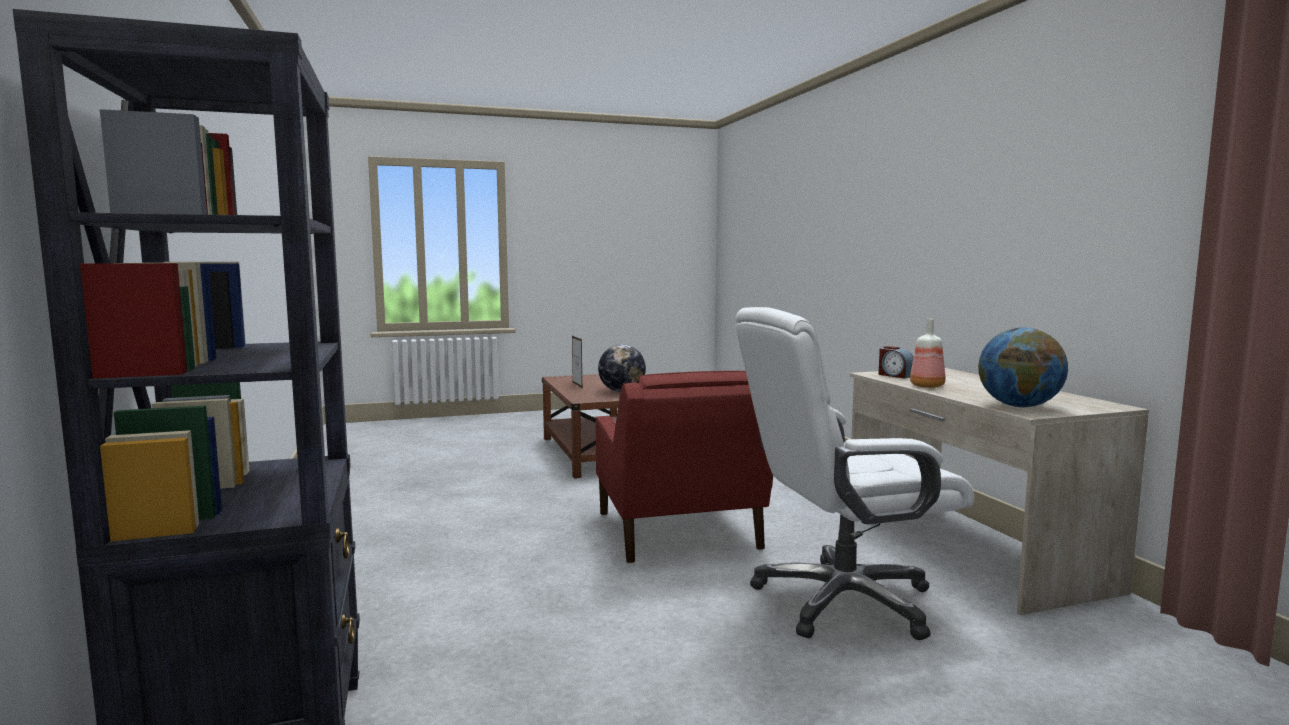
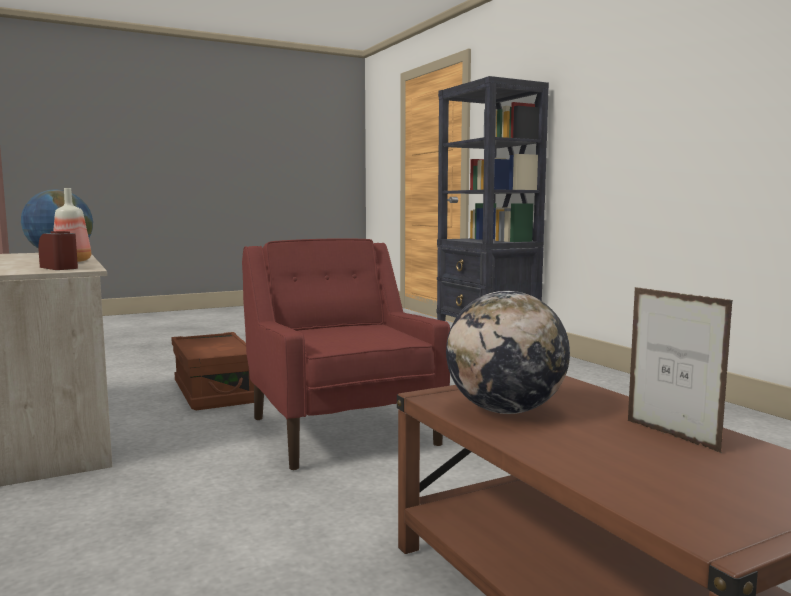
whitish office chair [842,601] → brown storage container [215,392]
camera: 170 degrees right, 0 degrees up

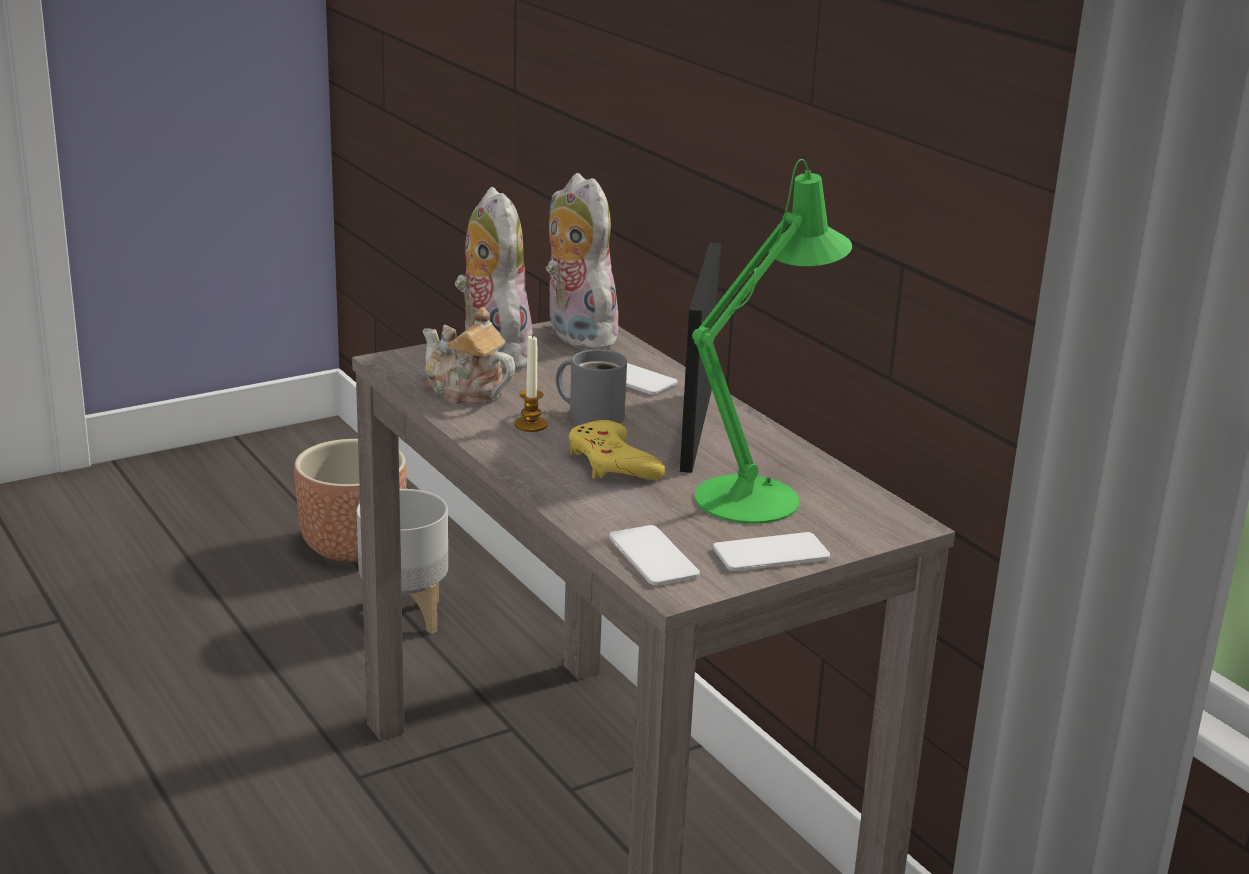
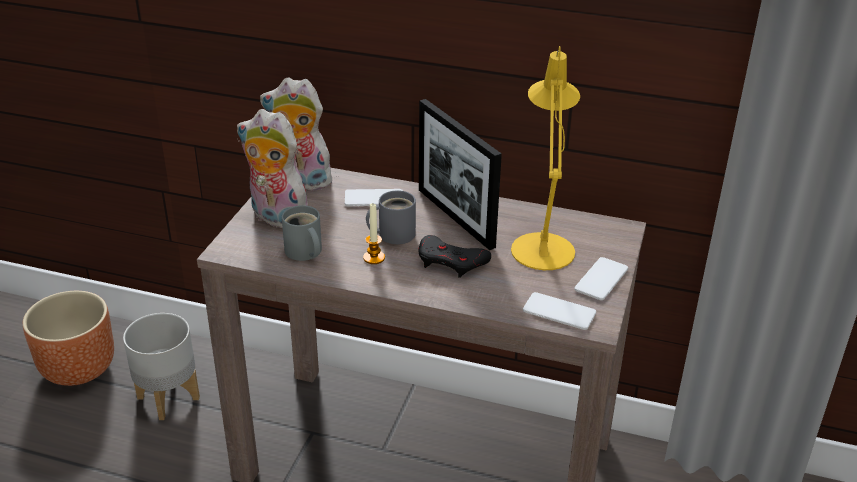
pot for tea [465,392] → grey mug [303,252]
yellow gamepad [612,462] → black gamepad [451,261]
greenish lamp for a table [757,494] → yellow lamp for a table [542,245]
camera: 40 degrees left, 10 degrees up

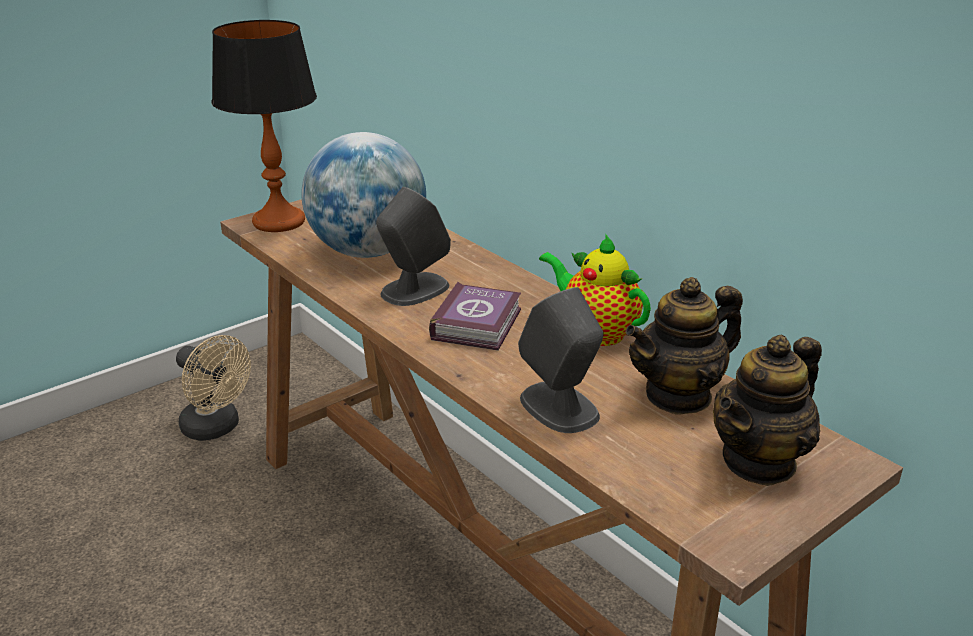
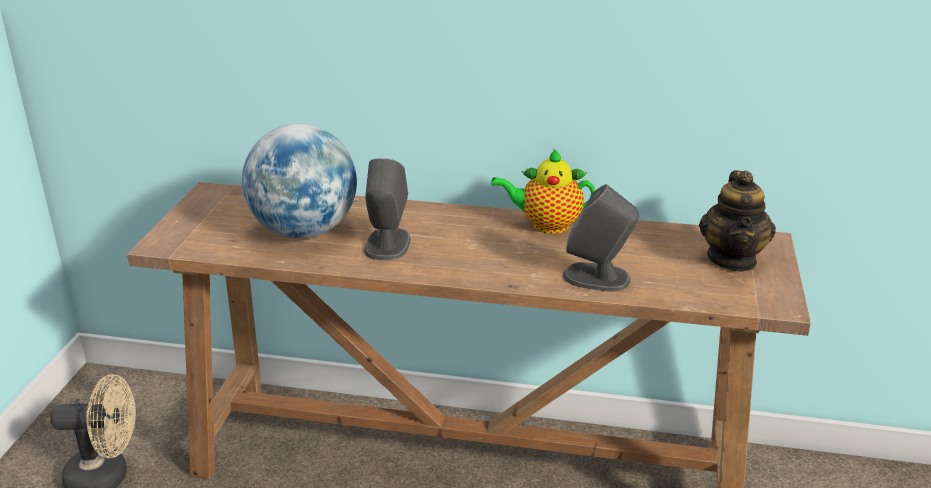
lamp for a table [279,221] → -
book [479,323] → -
pot for tea [678,395] → -
camera: 40 degrees left, 0 degrees up

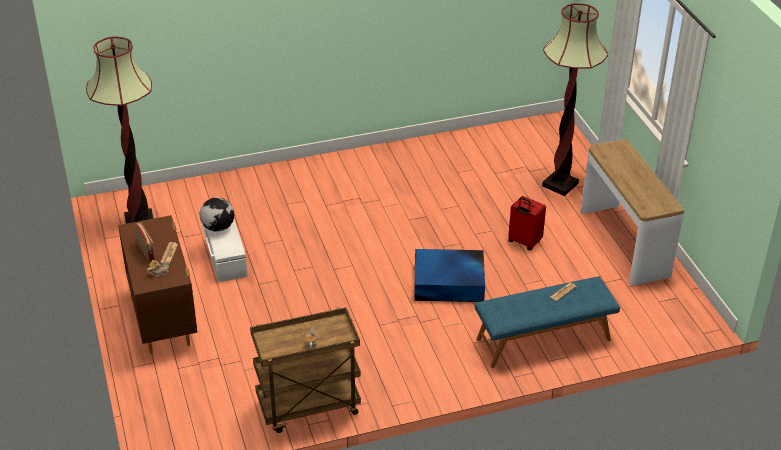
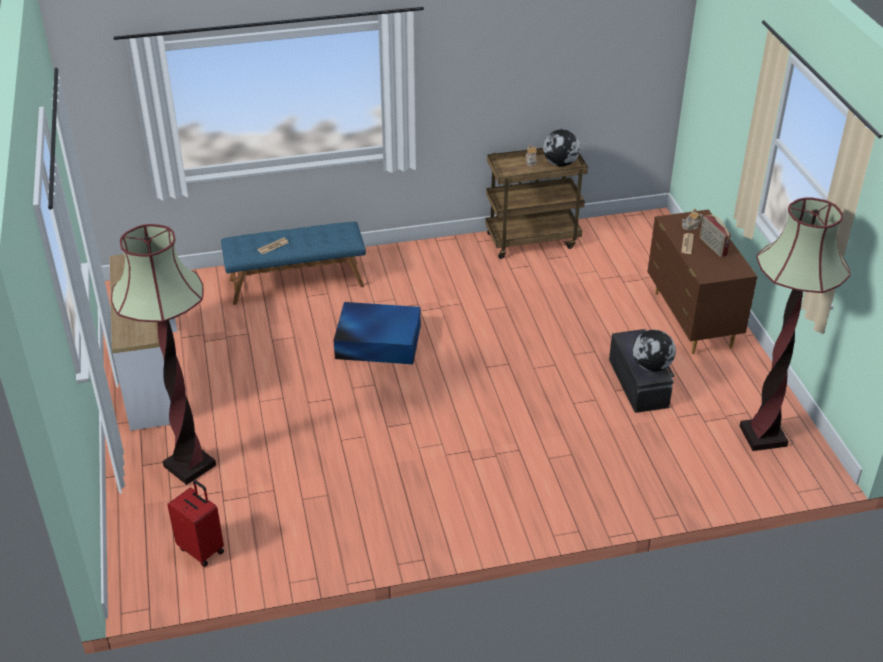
red suitcase [524,242] → red suitcase [202,549], shifted
- → globe [560,164]
whitish storage container [225,258] → black storage container [639,383]
camera: 175 degrees left, 0 degrees up

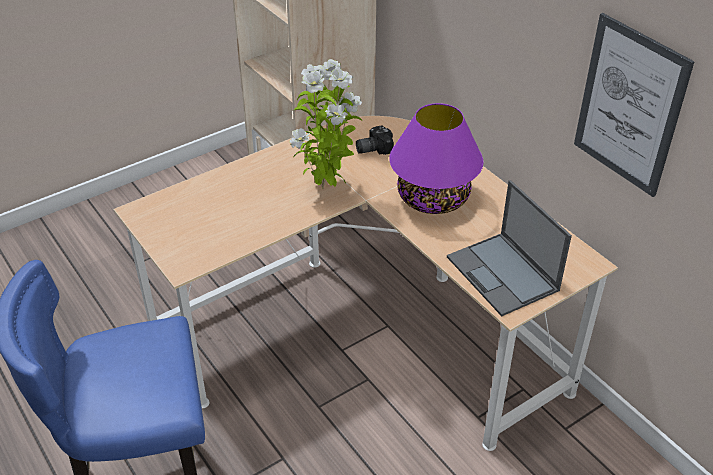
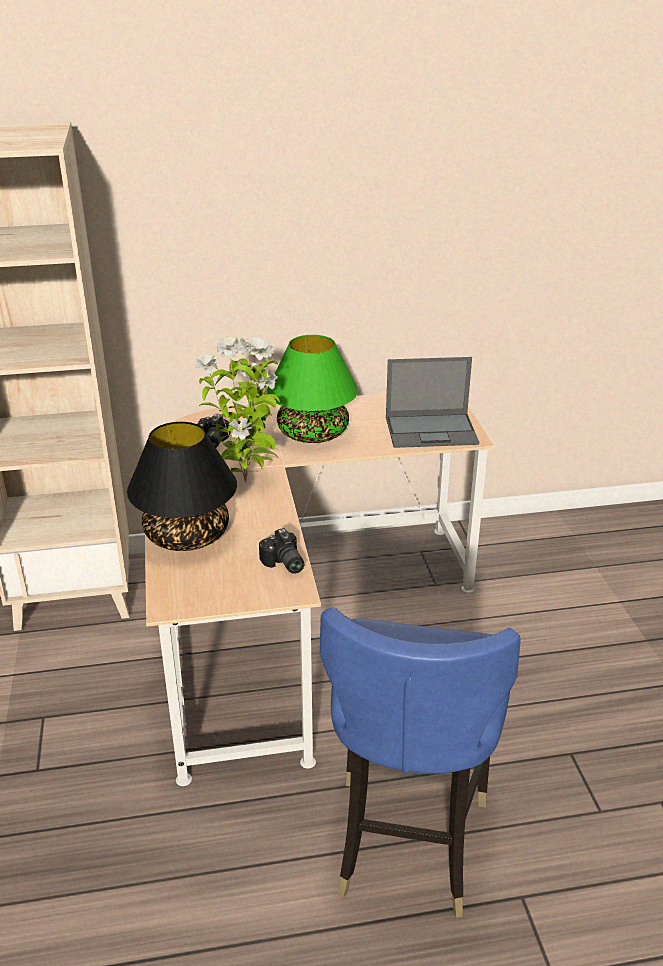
- → black lamp for a table [187,536]
- → photo camera [283,564]
purple lamp for a table [432,199] → greenish lamp for a table [313,433]
wall art [629,106] → -
camera: 65 degrees left, 10 degrees down

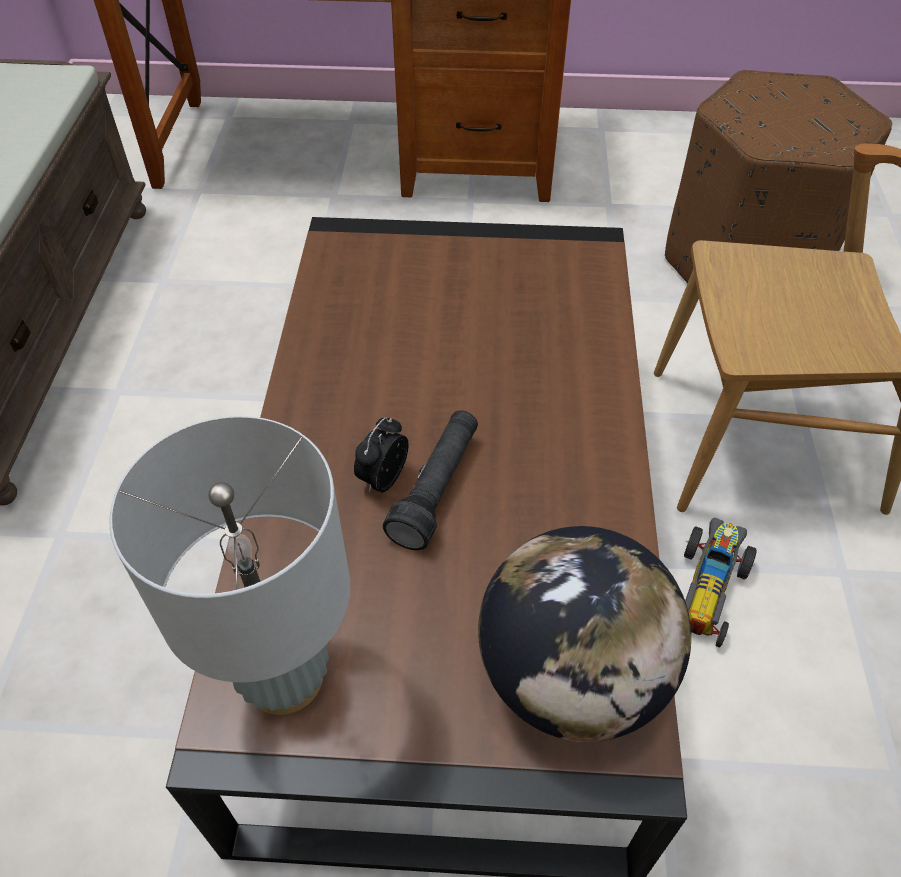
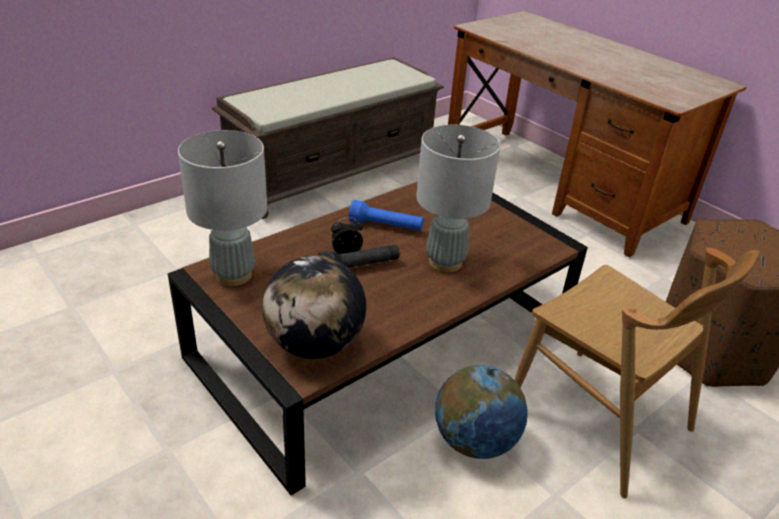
- → blue hand torch [386,226]
- → grey lamp for a table [445,262]
miniature car [707,587] → globe [475,441]
camera: 45 degrees right, 15 degrees down

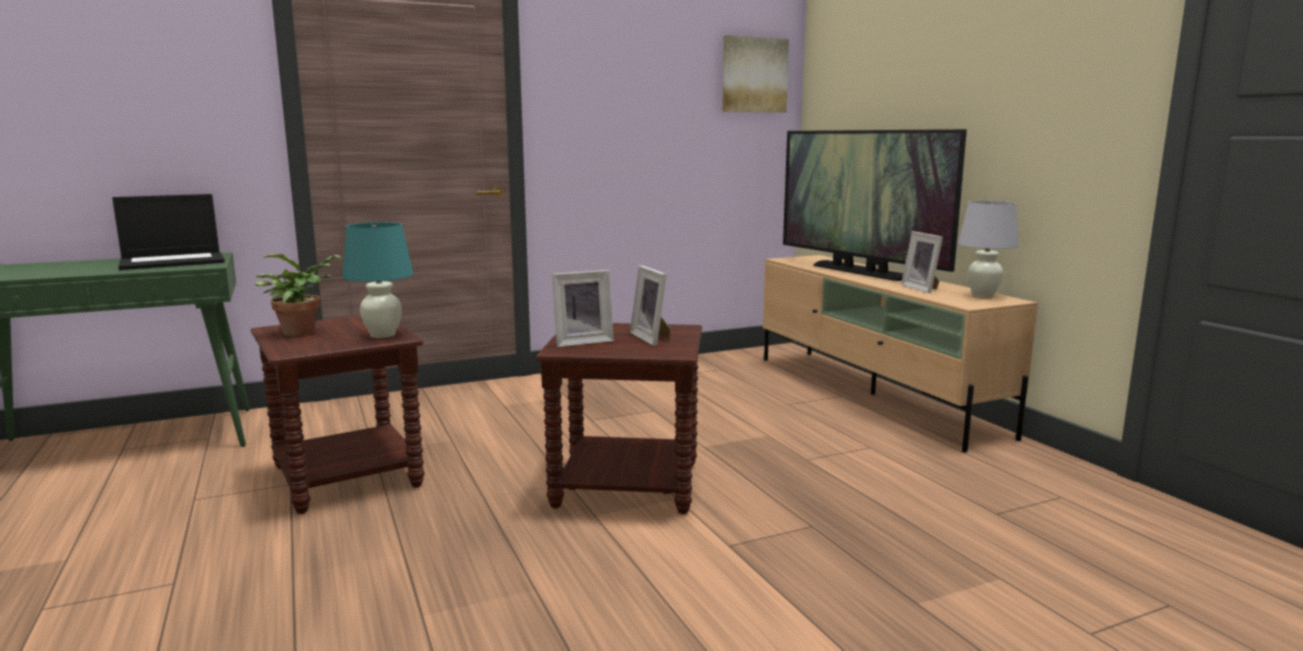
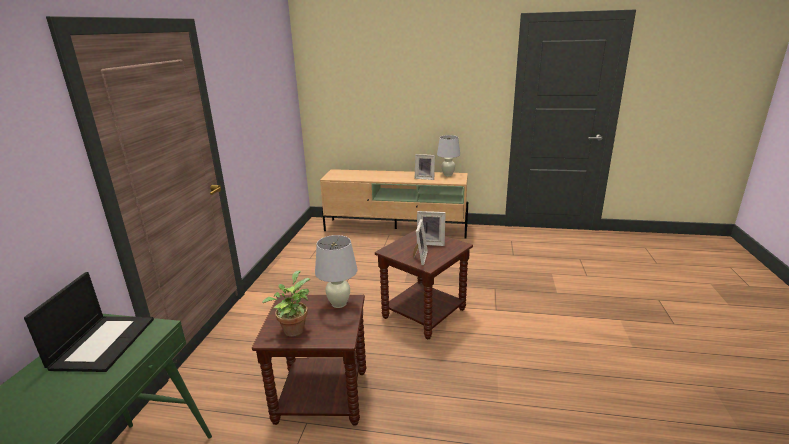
turquoise-coloured lamp for a table [383,335] → whitish lamp for a table [339,303]
wall art [754,75] → -
TV [860,271] → -
camera: 55 degrees left, 10 degrees up

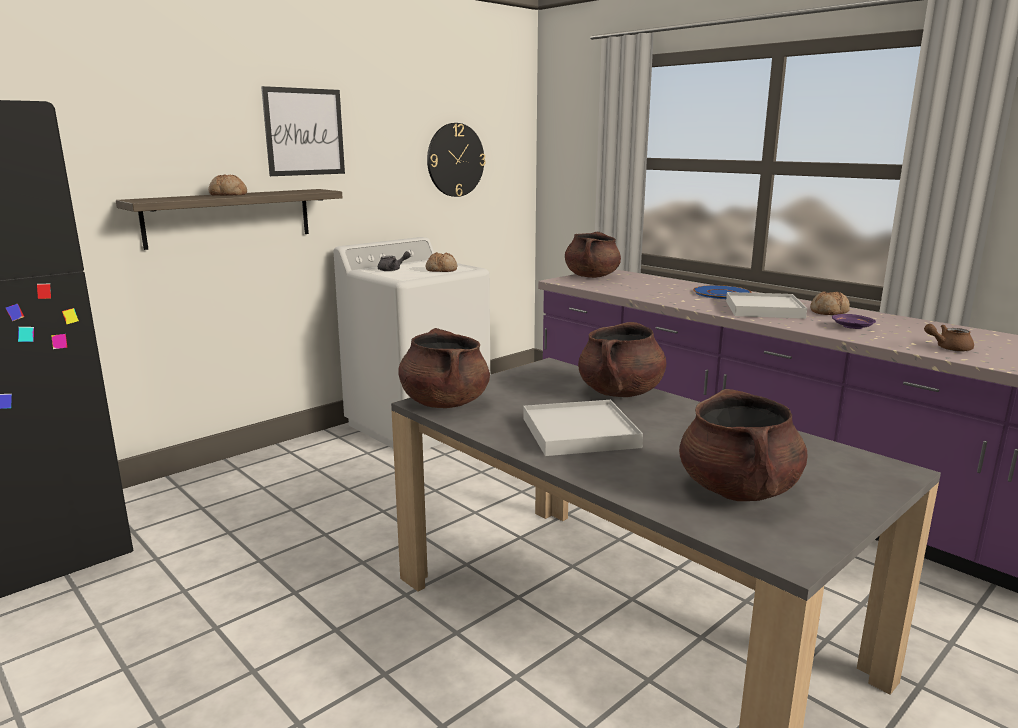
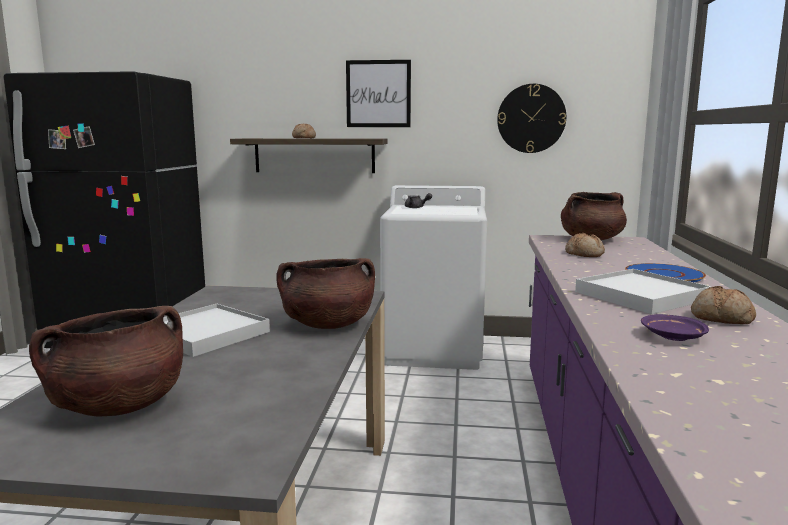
bread [442,270] → bread [584,254], shifted
brown stockpot [444,402] → -
brown pot for tea [948,348] → -
camera: 50 degrees right, 5 degrees down

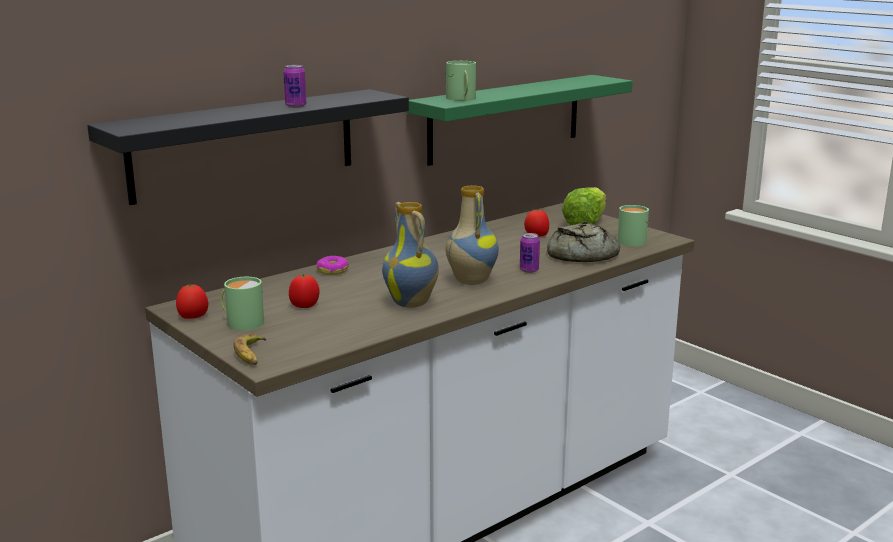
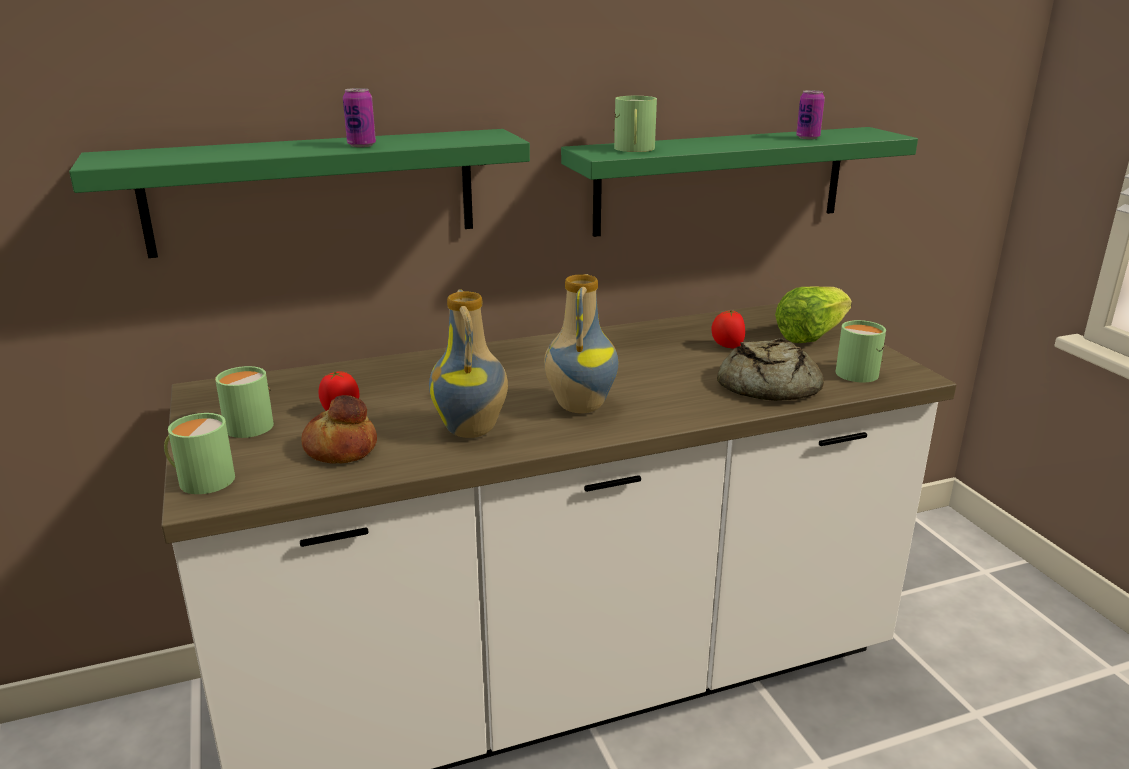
black shelf [245,144] → greenish shelf [313,191]
whole banana [251,355] → greenish mug [201,479]
- → bread [339,449]
sealed can [529,270] → sealed can [808,137], shifted
tomato [193,317] → -
donut [332,271] → -
camera: 20 degrees right, 5 degrees up

